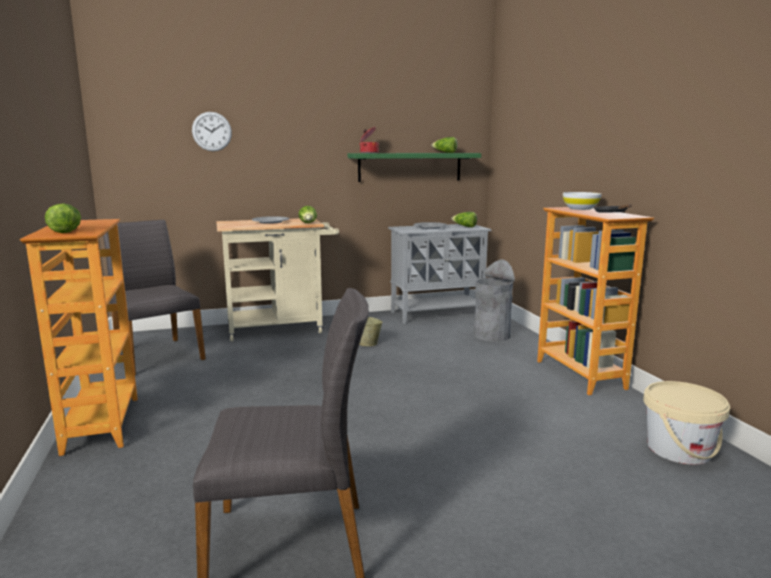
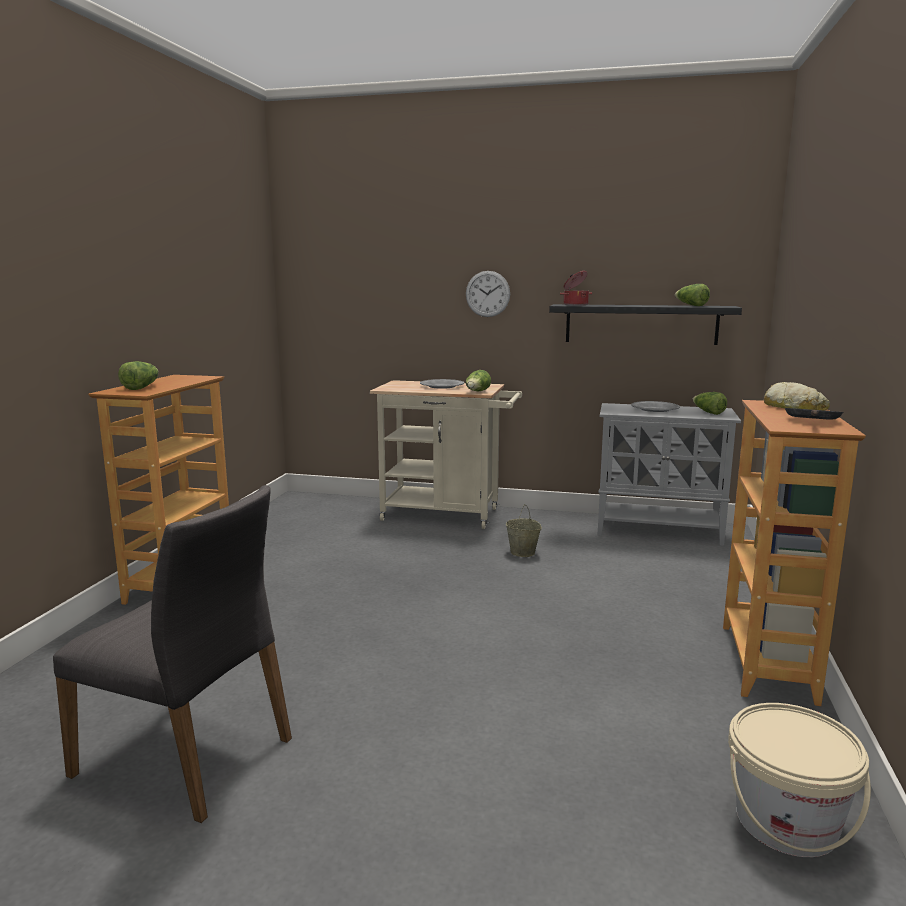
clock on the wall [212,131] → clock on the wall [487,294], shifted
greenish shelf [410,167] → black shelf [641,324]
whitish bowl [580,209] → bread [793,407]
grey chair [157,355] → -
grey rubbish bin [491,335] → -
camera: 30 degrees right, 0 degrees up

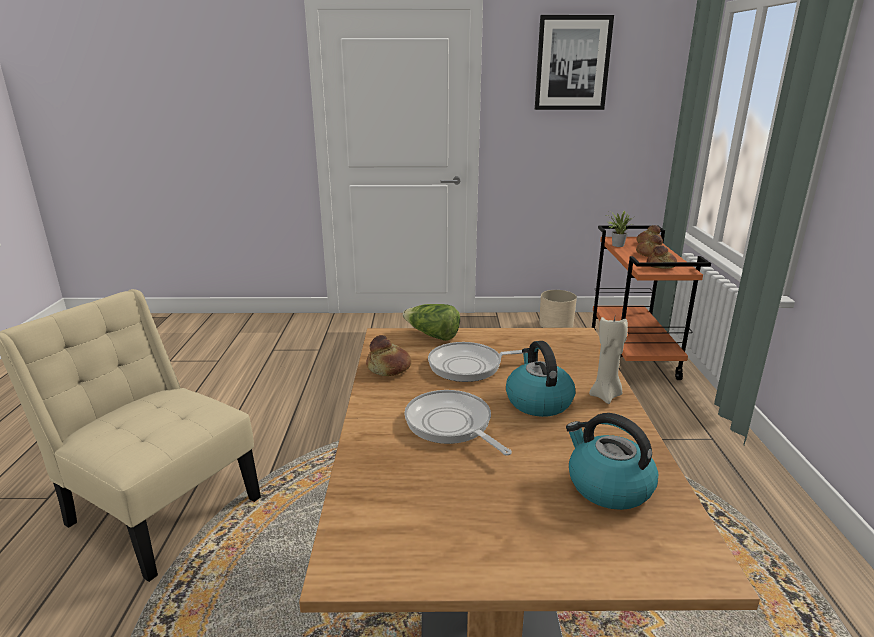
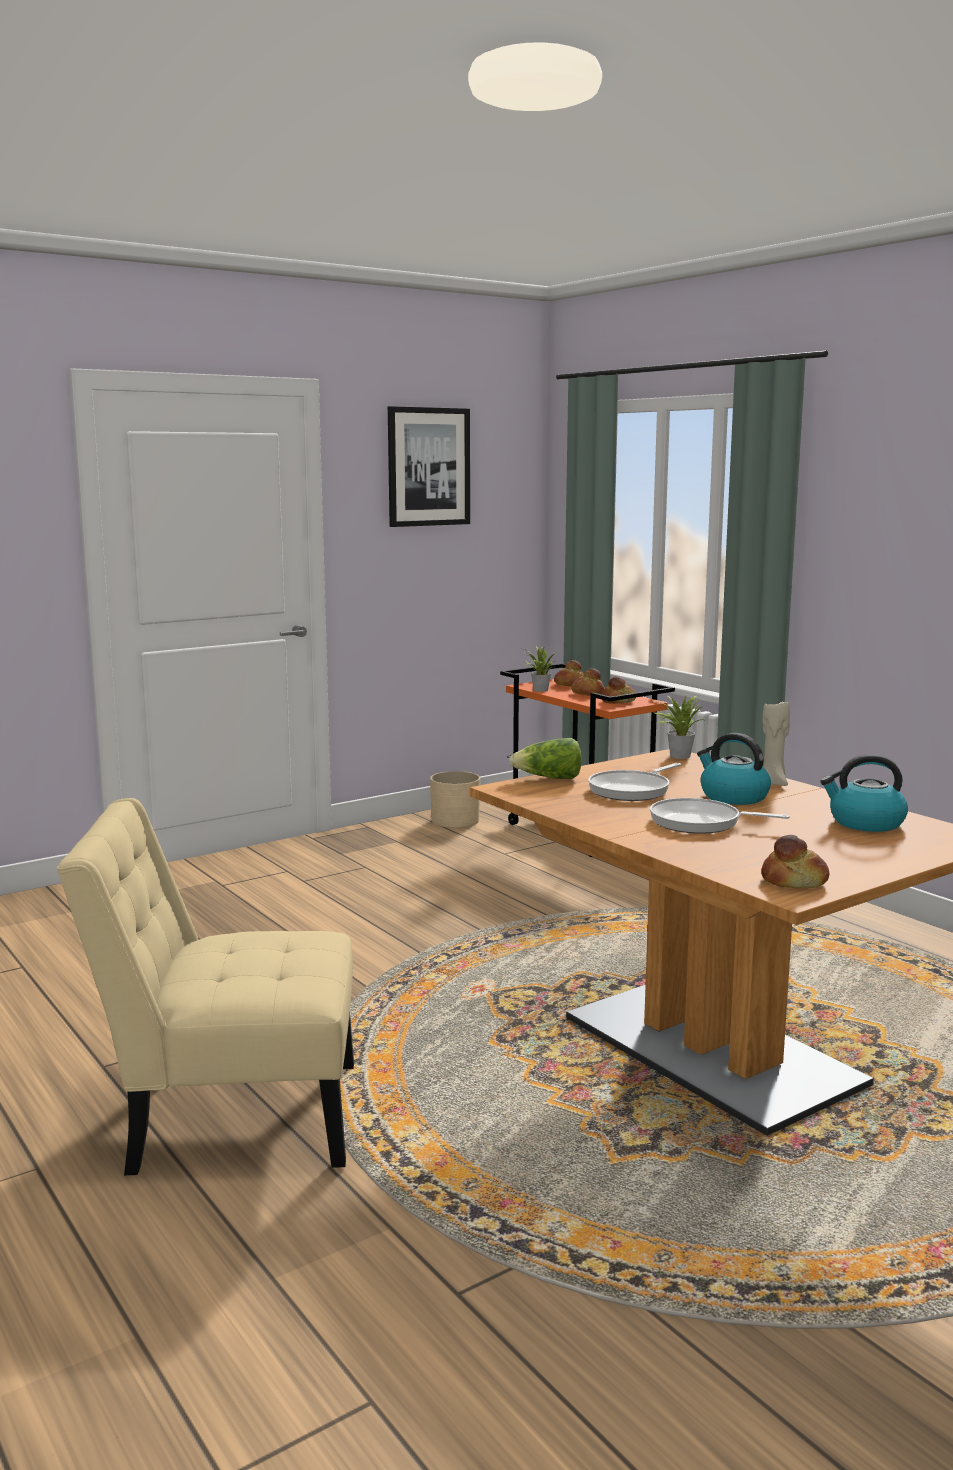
- → plant in a pot [677,755]
bread [388,368] → bread [795,881], shifted
camera: 35 degrees left, 10 degrees down

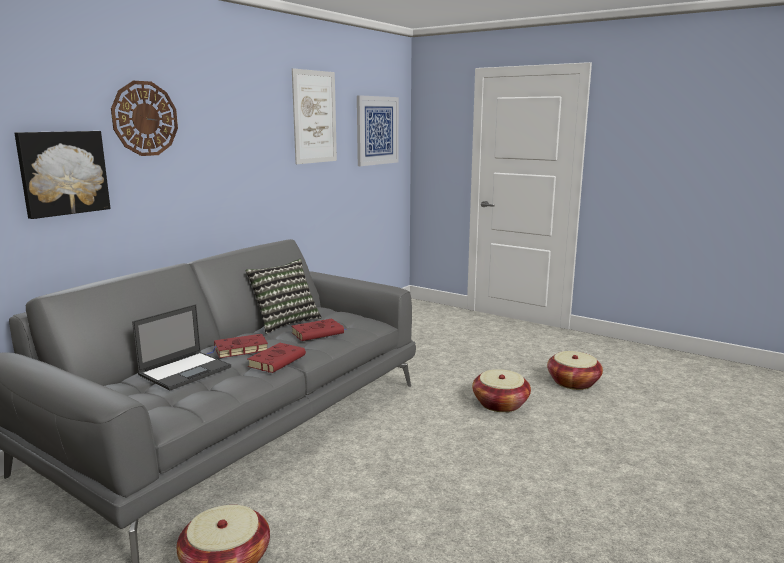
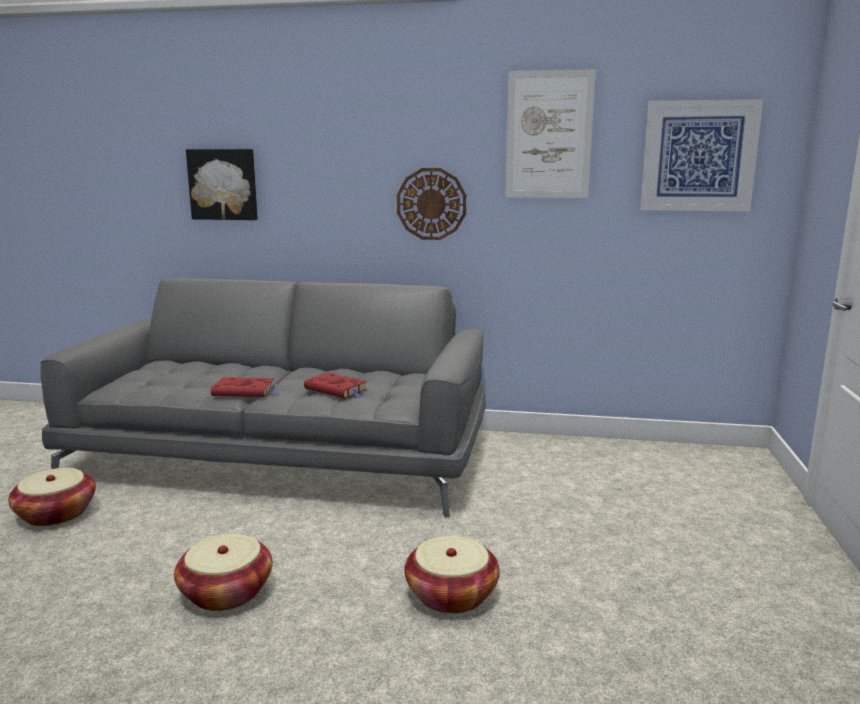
storage basket [573,382] → storage basket [226,593], shifted
clock on the wall [145,118] → clock on the wall [431,204], shifted
portable computer [186,370] → -
red book [239,349] → -
pillow [285,322] → -
camera: 65 degrees right, 0 degrees up

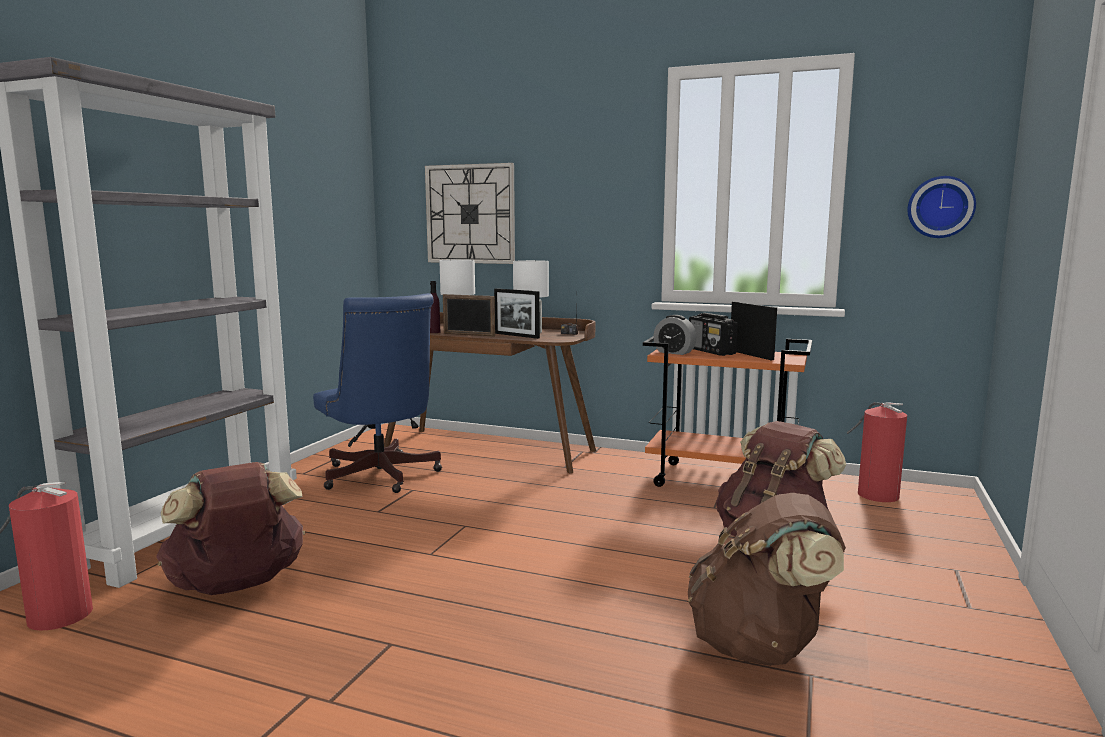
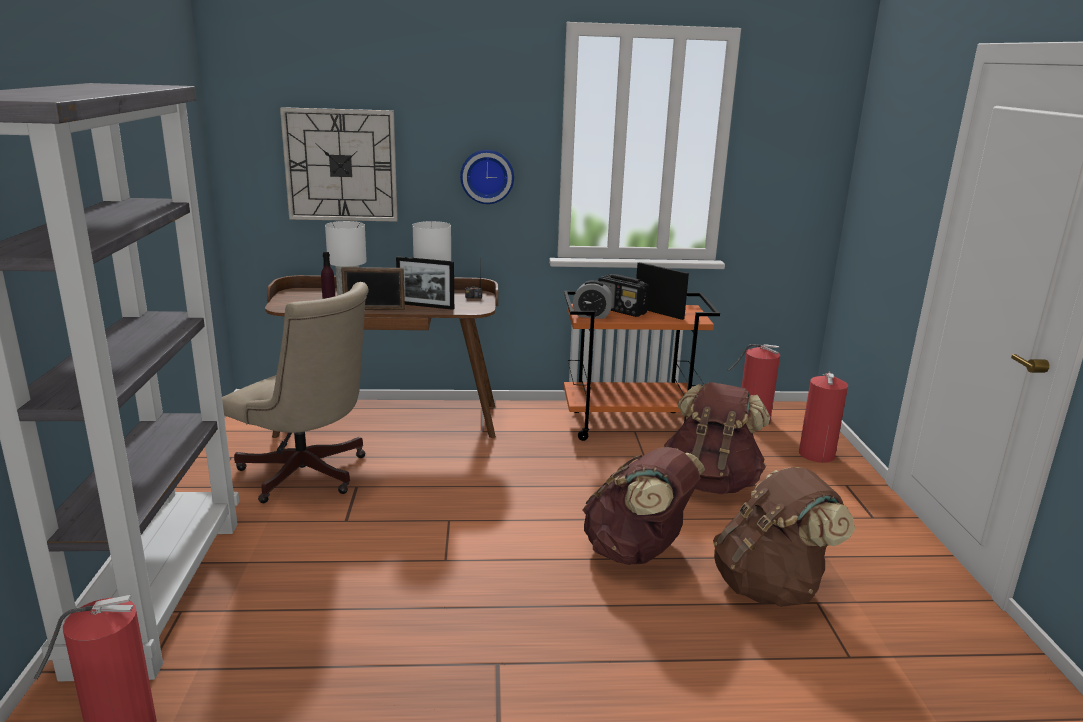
blue office chair [381,477] → beige office chair [308,476]
clock on the wall [940,207] → clock on the wall [487,176], shifted
brown backpack [238,586] → brown backpack [637,552], shifted
- → fire extinguisher [816,453]
camera: 25 degrees left, 10 degrees up

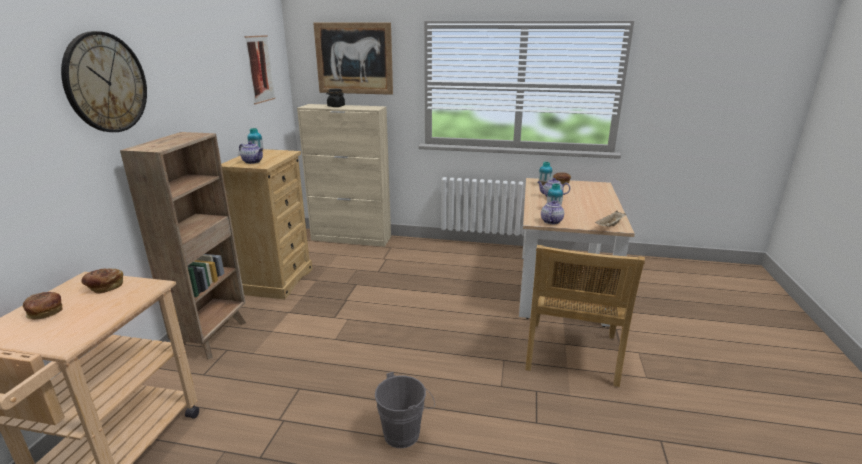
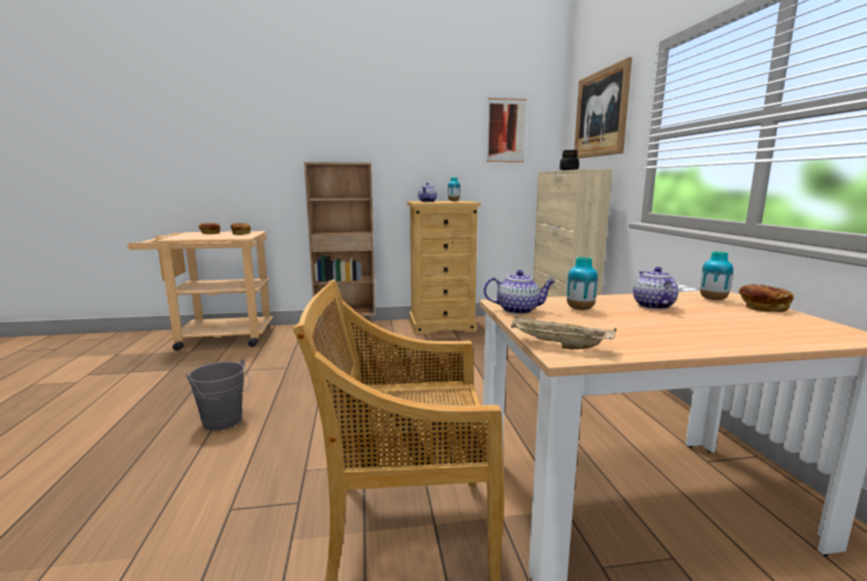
clock on the wall [105,83] → -
camera: 70 degrees right, 10 degrees down

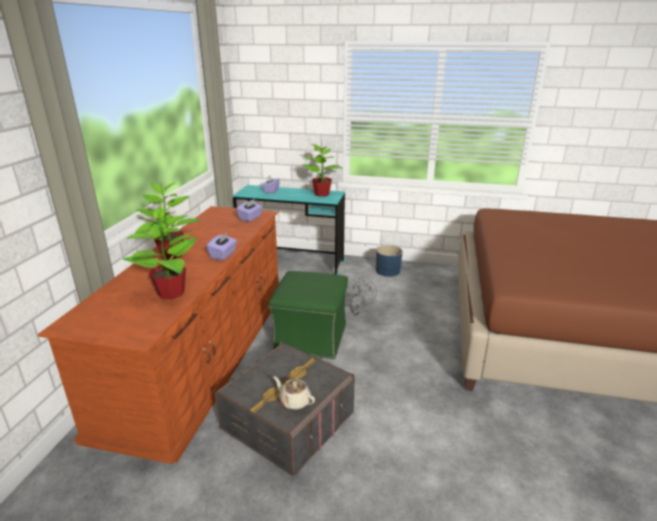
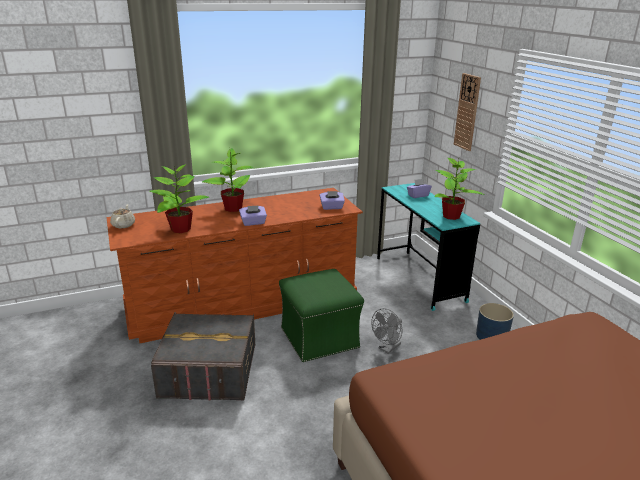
beige pot for tea [294,401] → beige pot for tea [123,225], shifted
- → clock on the wall [467,112]
camera: 55 degrees right, 0 degrees up

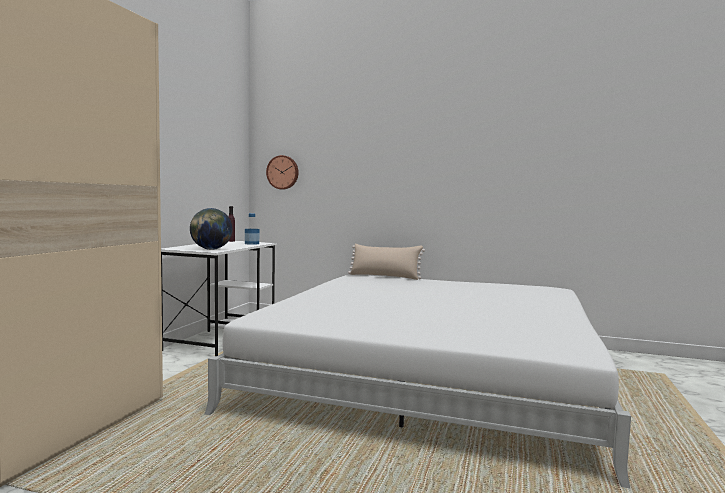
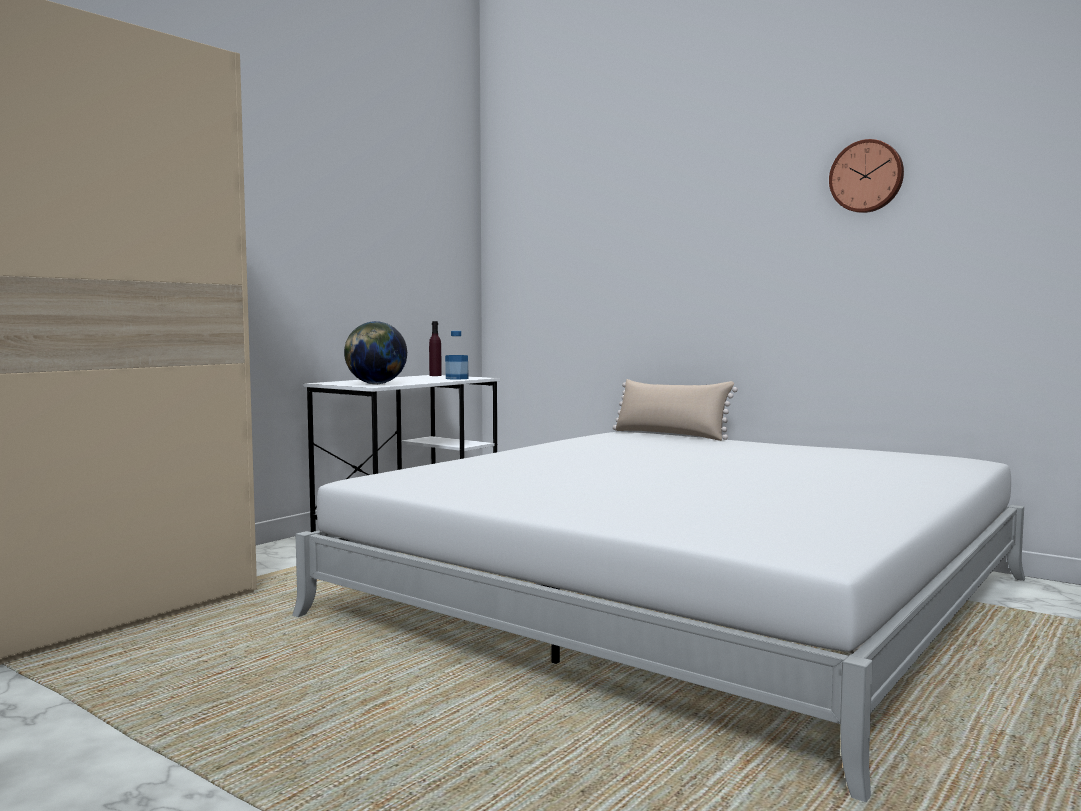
clock on the wall [283,172] → clock on the wall [867,176], shifted
camera: 20 degrees right, 0 degrees up

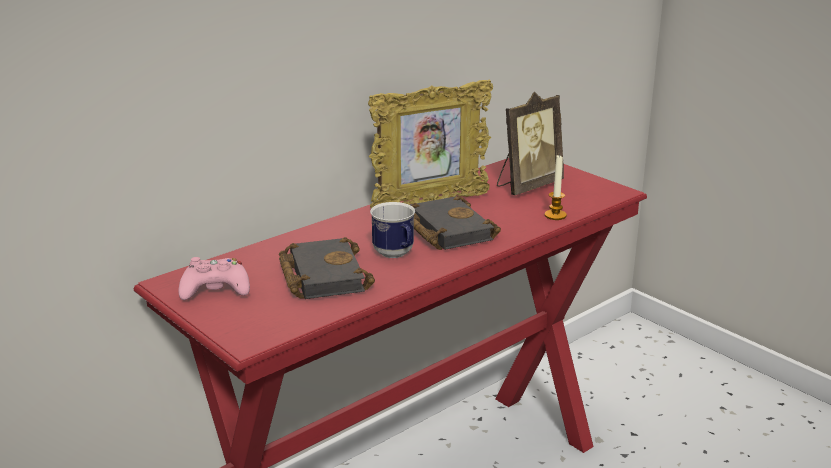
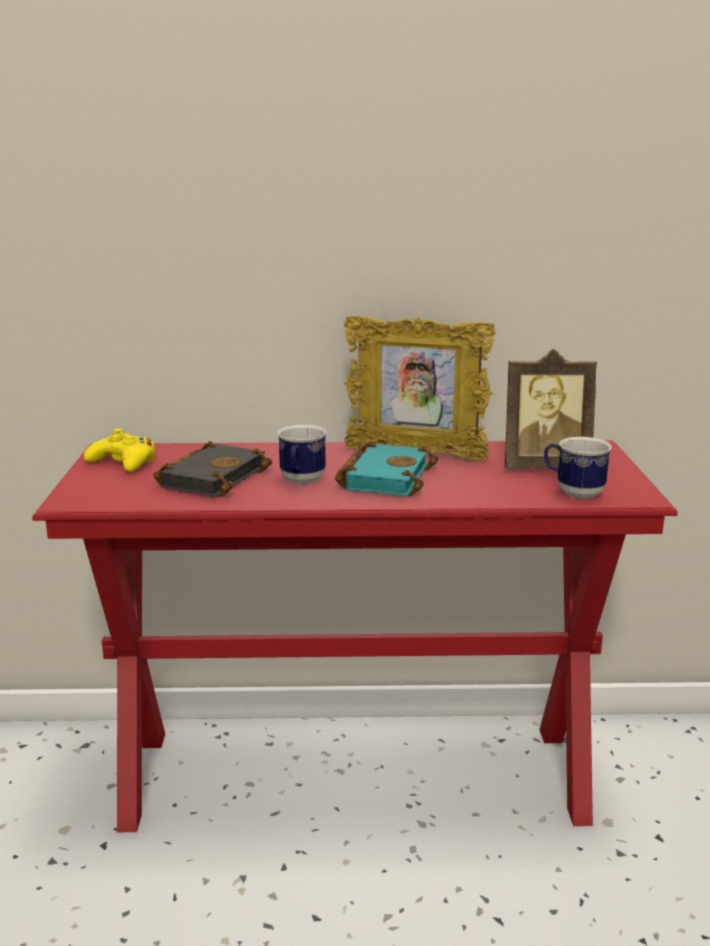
pinkish gamepad [215,289] → yellow gamepad [124,462]
black book [445,230] → turquoise-coloured book [384,477]
- → mug [573,492]
candle [555,215] → -
camera: 40 degrees right, 5 degrees down

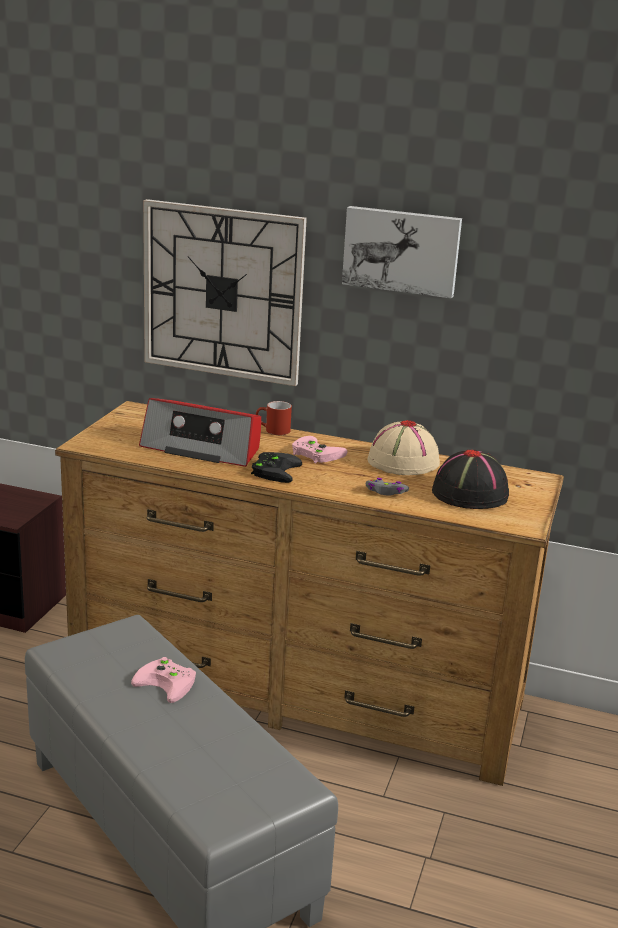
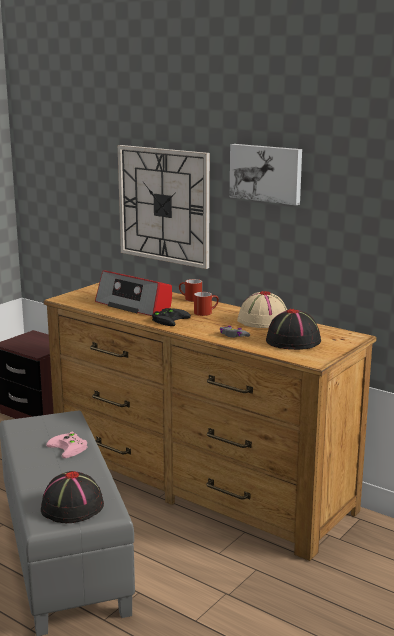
- → black clothing hat [72,507]
pinkish gamepad [314,453] → red mug [206,312]
camera: 20 degrees right, 5 degrees down

